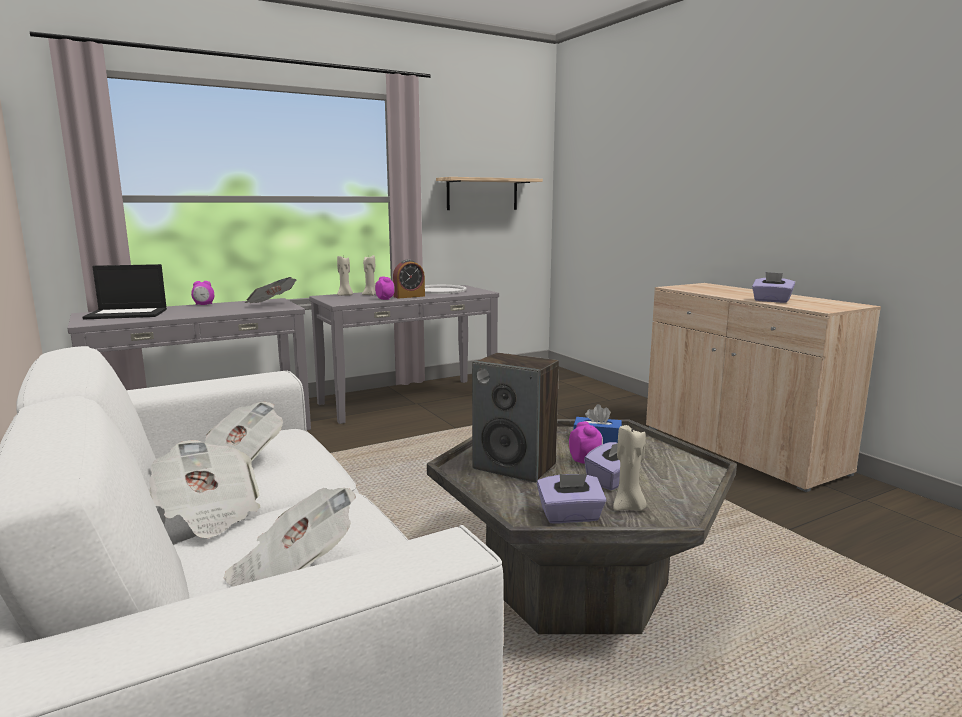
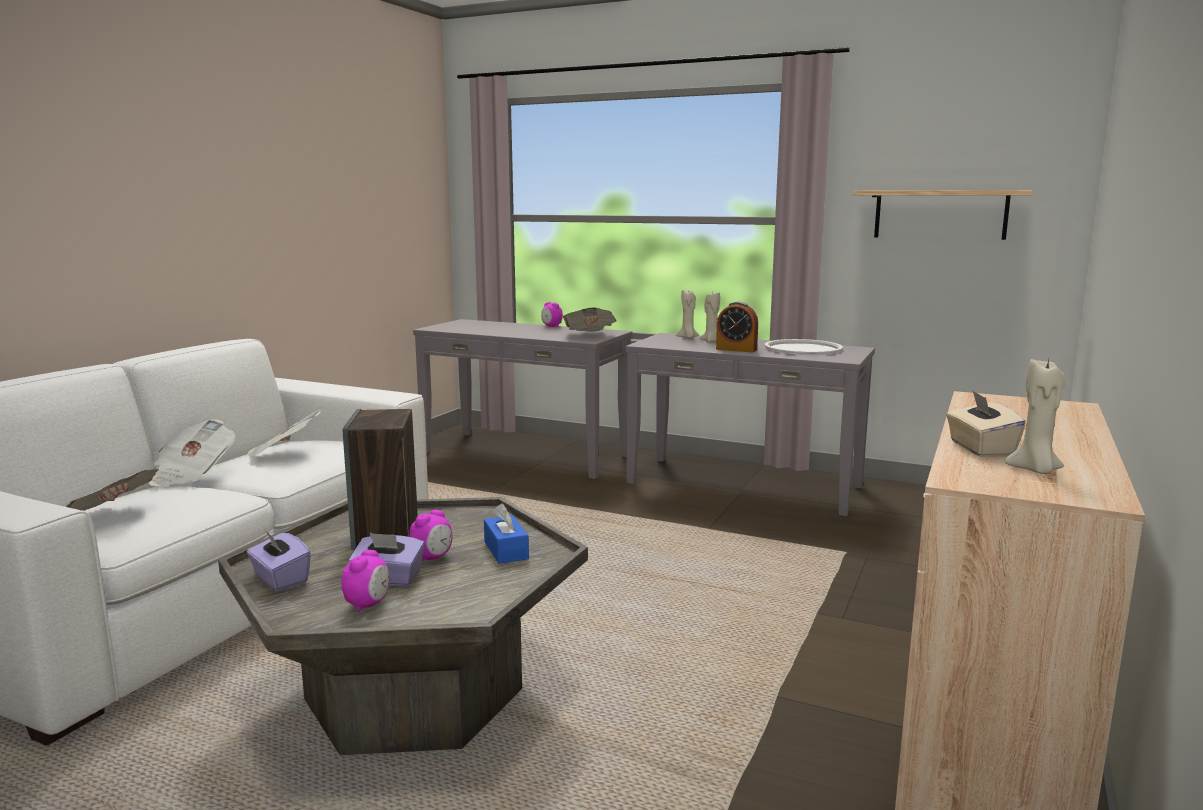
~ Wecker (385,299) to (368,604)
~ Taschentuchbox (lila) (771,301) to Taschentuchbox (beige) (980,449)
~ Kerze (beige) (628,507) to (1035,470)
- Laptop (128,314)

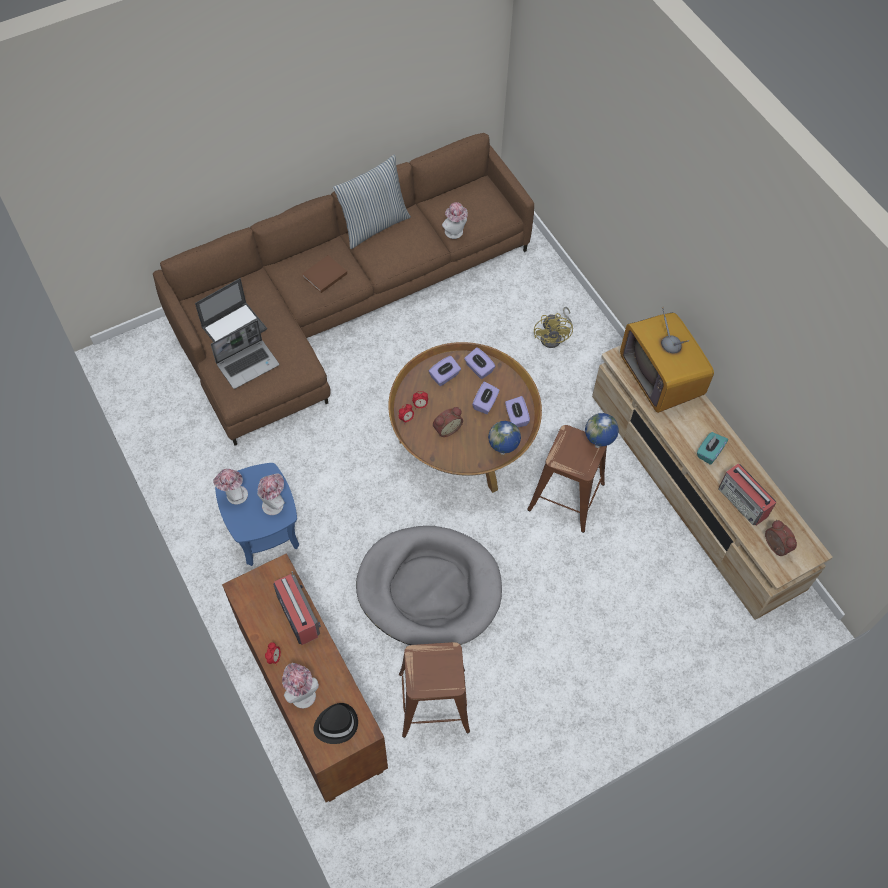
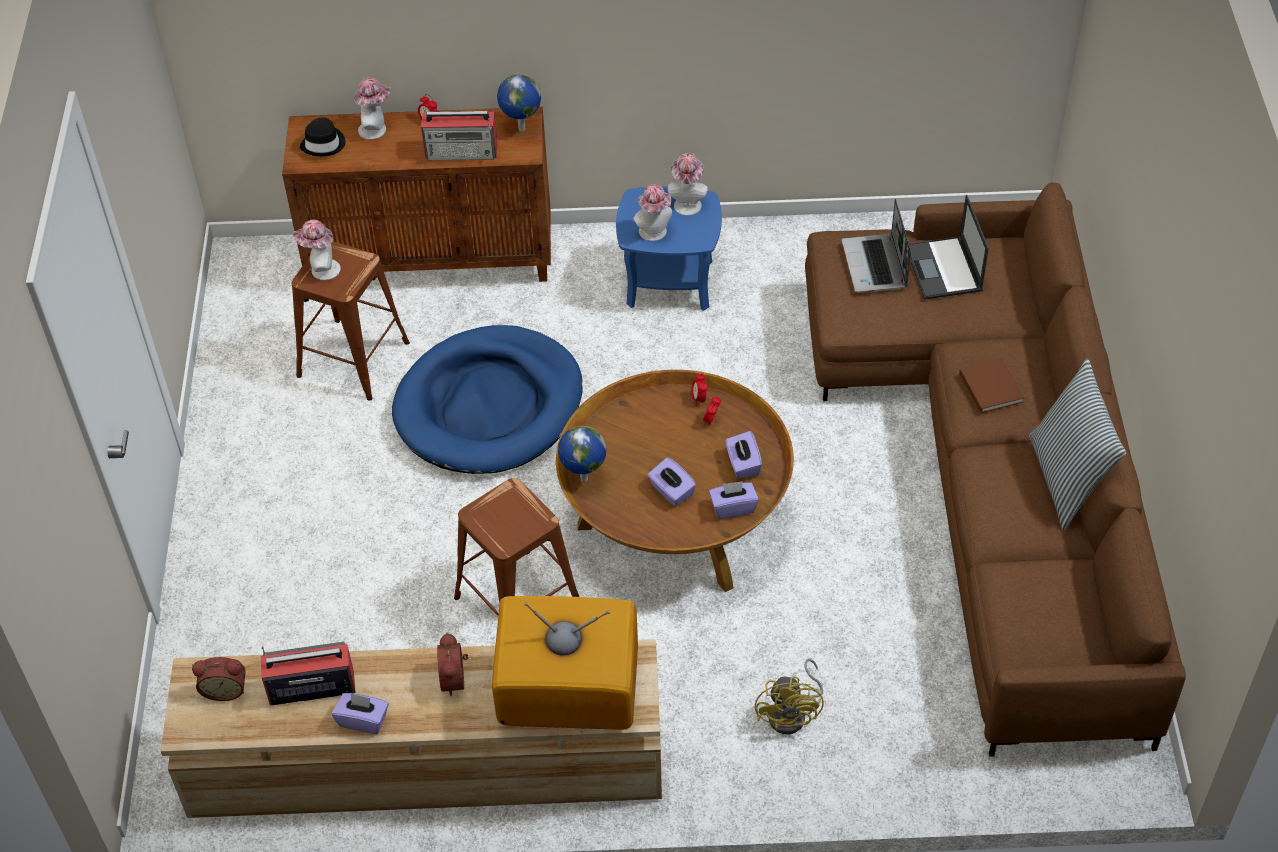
~ Hut (455,233) to (321,270)
~ Taschentuchbox (lila) (516,417) to (363,720)
~ Hundebett (grau) (429,589) to Hundebett (blau) (489,406)
~ Wecker (446,428) to (456,679)
~ Globus (598,446) to (521,129)
~ Ventilator (gelb) (554,337) = (793,714) 120 degrees counterclockwise
- Taschentuchbox (türkis) (709,452)

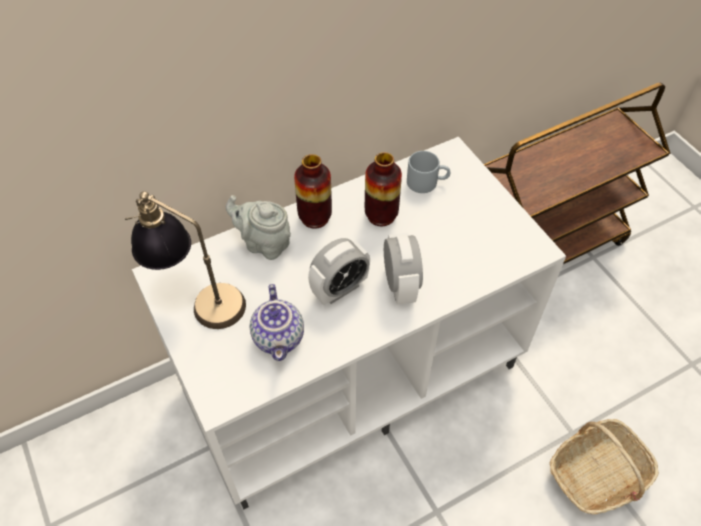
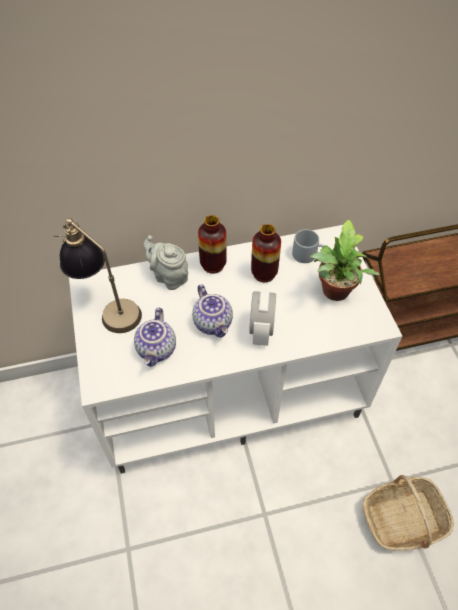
~ Wecker (339,289) to Teekanne (214,323)
+ Topfpflanze (335,293)

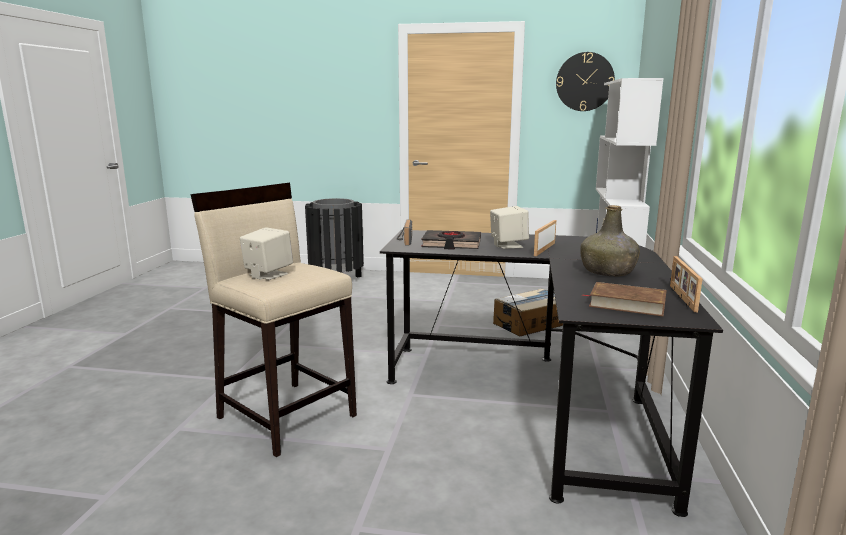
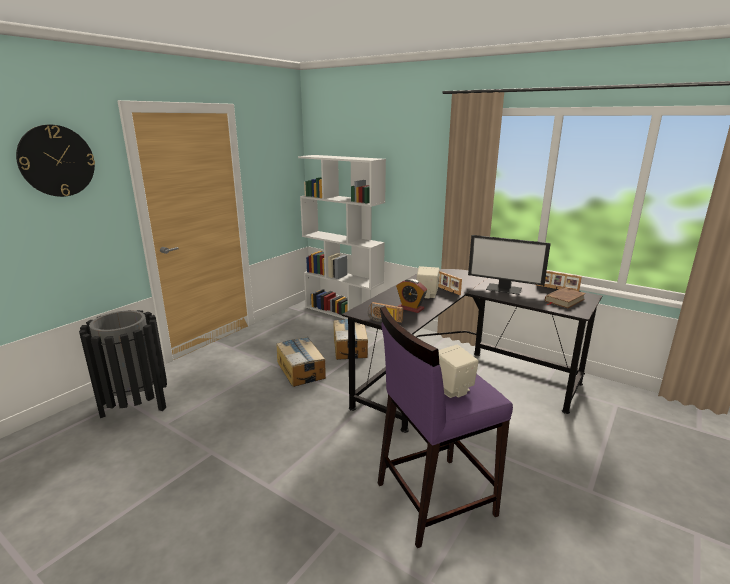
~ Wanduhr (584,82) to (57,161)
+ Karton (301,370)
~ Hocker (beige) (286,415) to Hocker (lila) (433,498)
~ Buch (schwarz) (451,244) to Wecker (410,308)
~ Flasche (grün) (608,272) to Monitor (504,288)

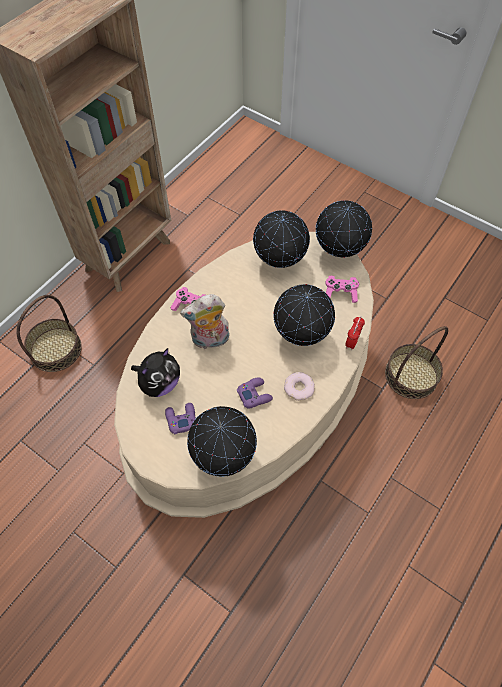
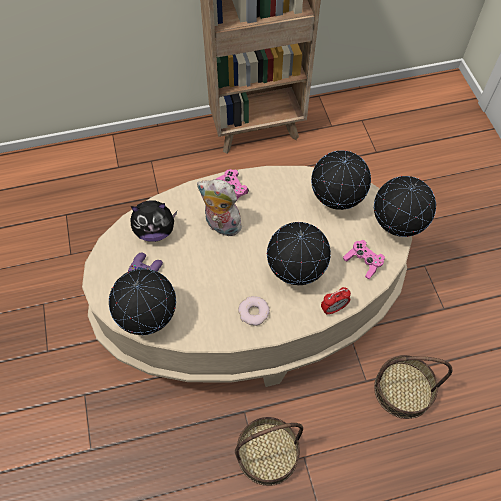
~ Korb (55,349) to (267,453)
- Gamepad (lila) (254,394)

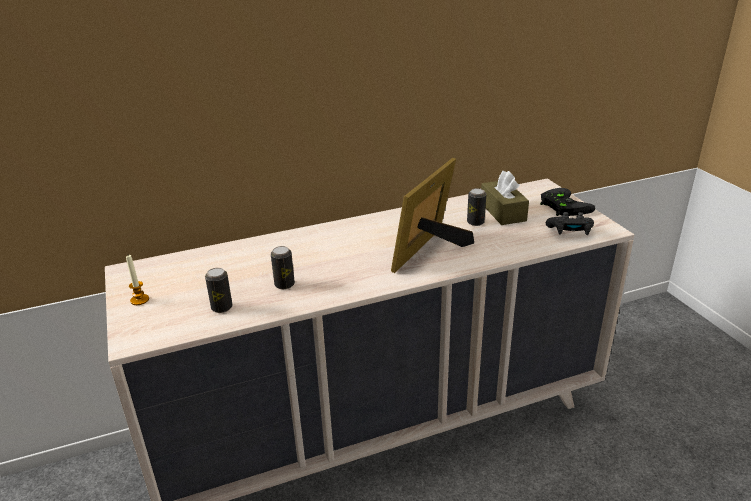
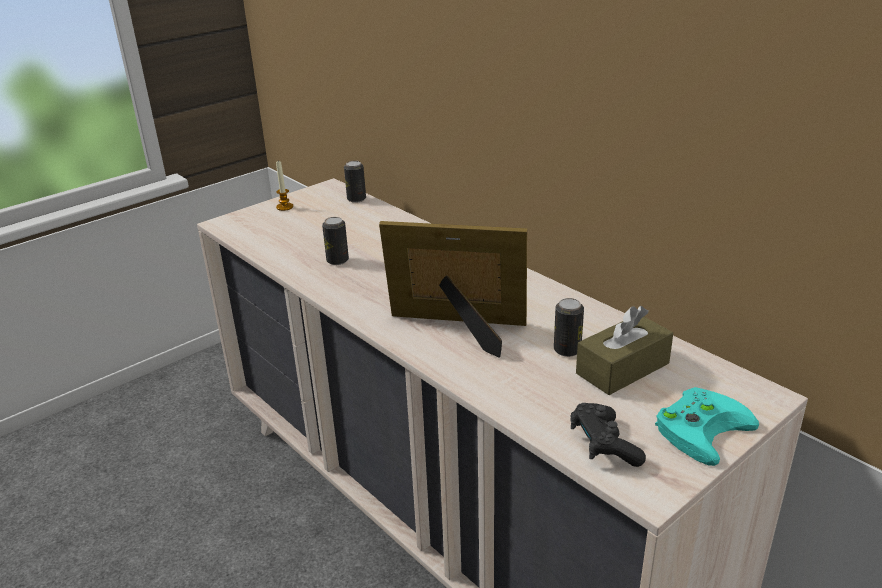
~ Dose (222,307) to (356,199)
~ Gamepad (schwarz) (562,205) to Gamepad (türkis) (701,426)

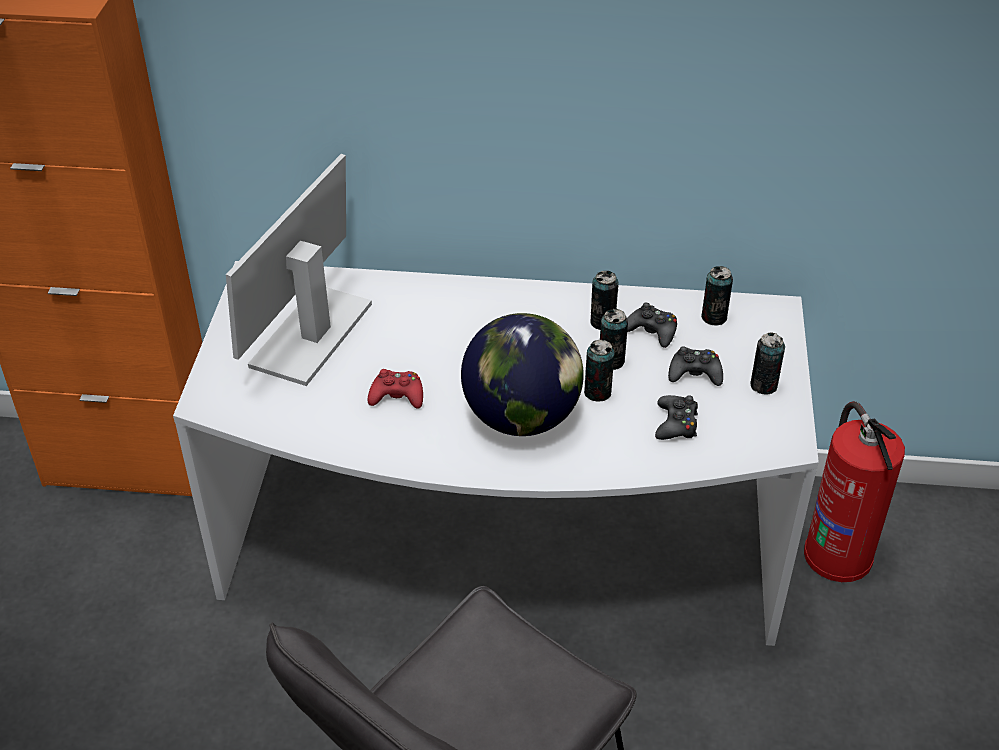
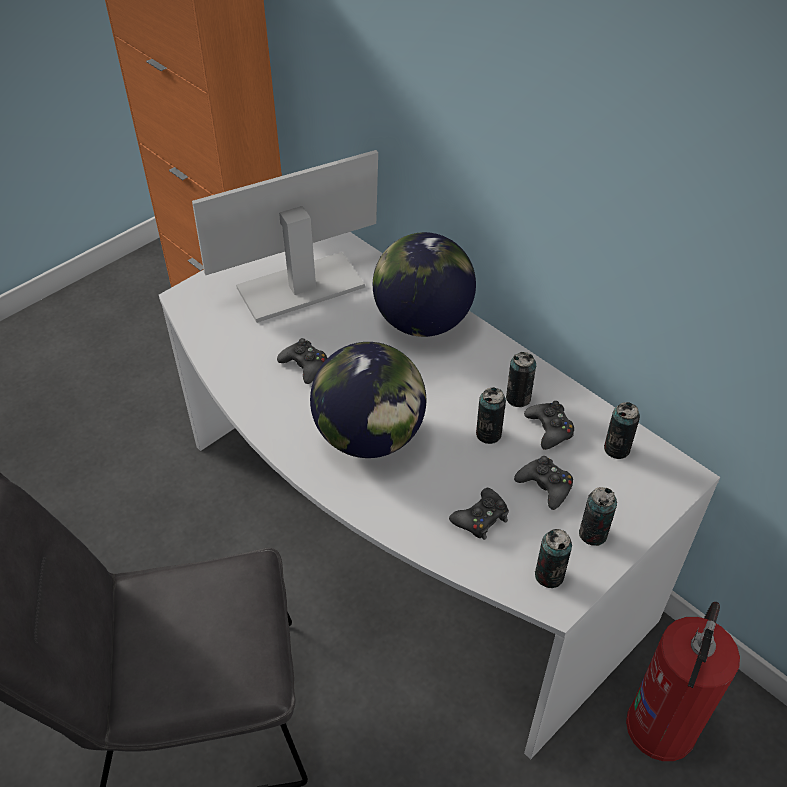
~ Gamepad (rot) (397,396) to Gamepad (schwarz) (305,366)
+ Globus (422,322)
~ Dose (597,392) to (549,575)

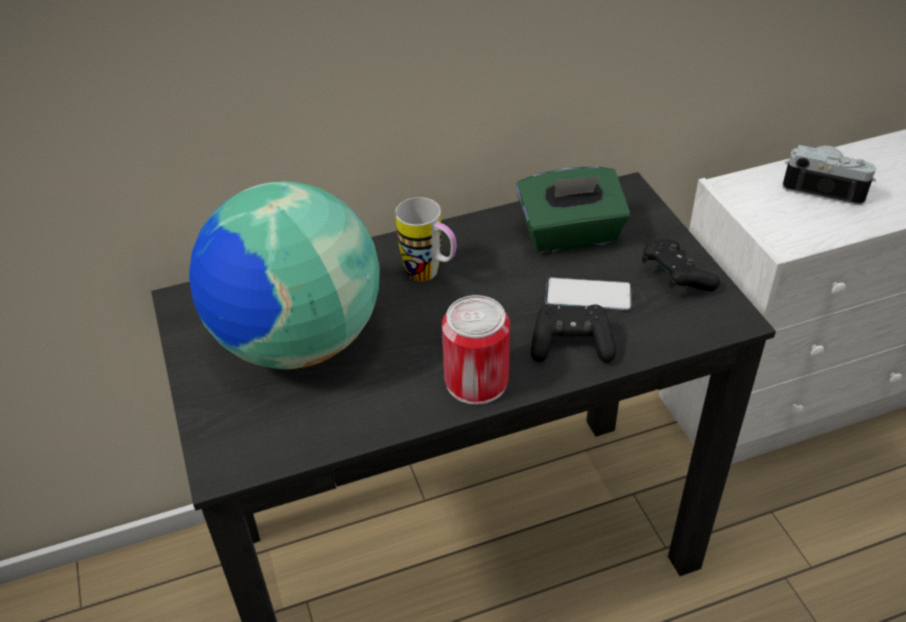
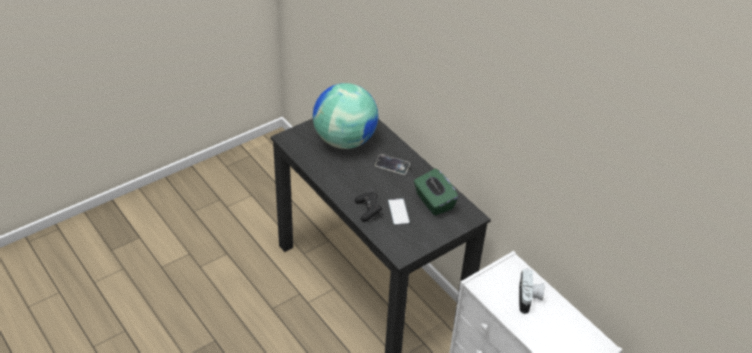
~ Henkelbecher (430,275) to Handy (392,166)
- Dose (476,381)
- Gamepad (schwarz) (675,277)

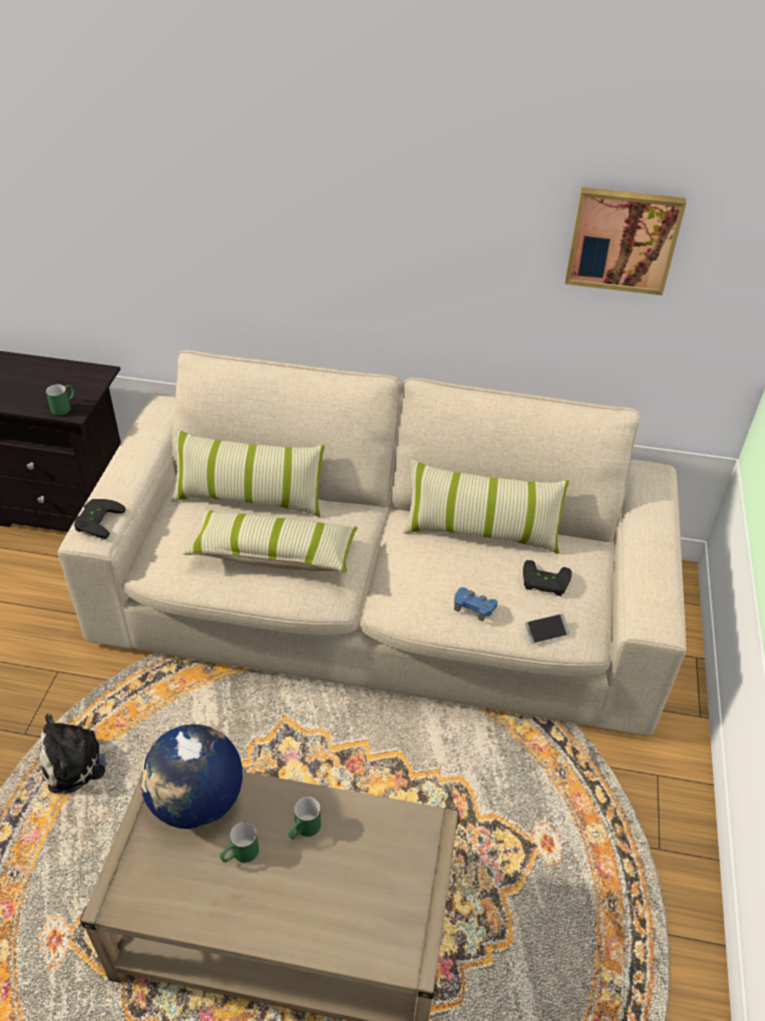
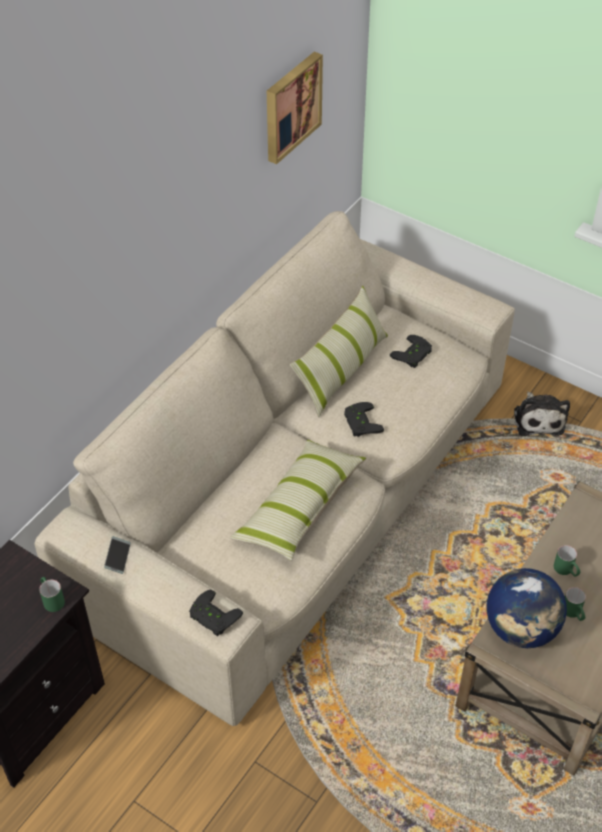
~ Handy (546,631) to (118,557)
+ Gamepad (schwarz) (360,422)
~ Plüschtier (78,761) to (538,419)
- Kissen (249,497)
- Gamepad (blau) (474,606)

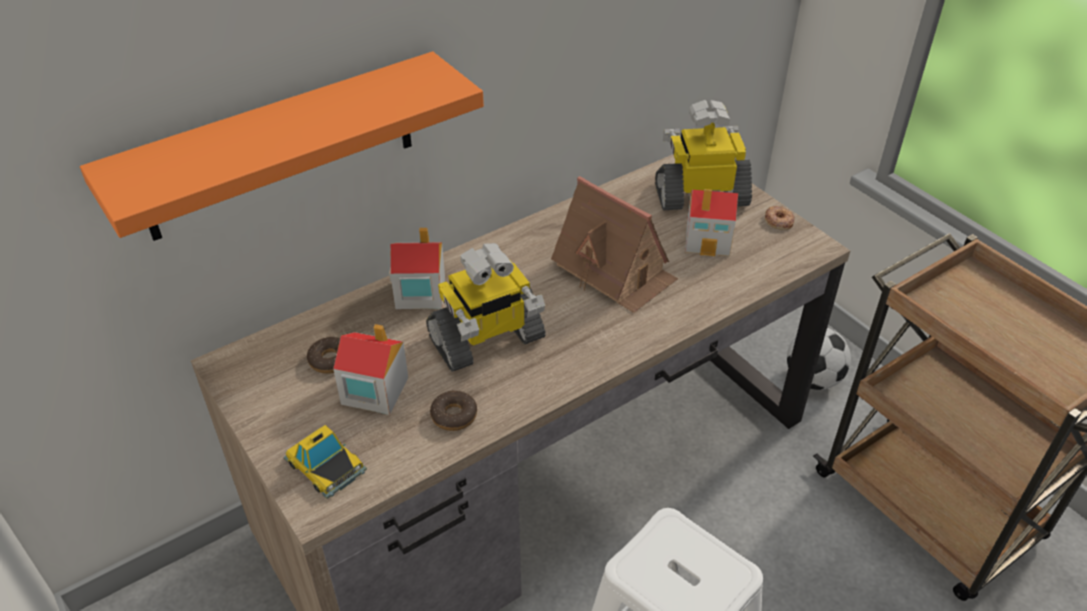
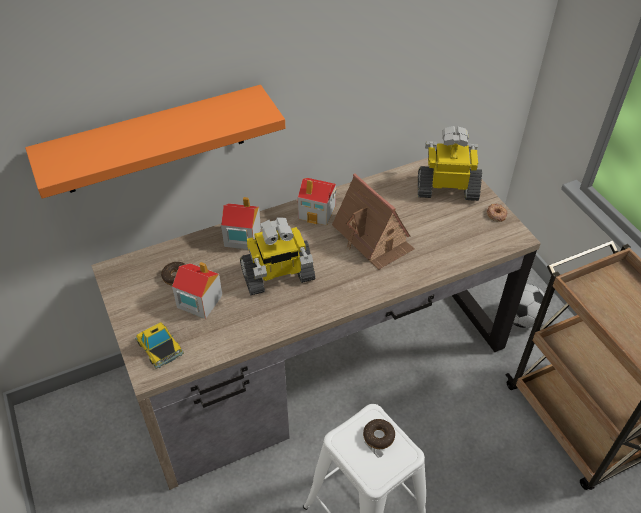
~ Spielzeughaus (708,240) to (317,212)
~ Donut (454,415) to (378,436)

